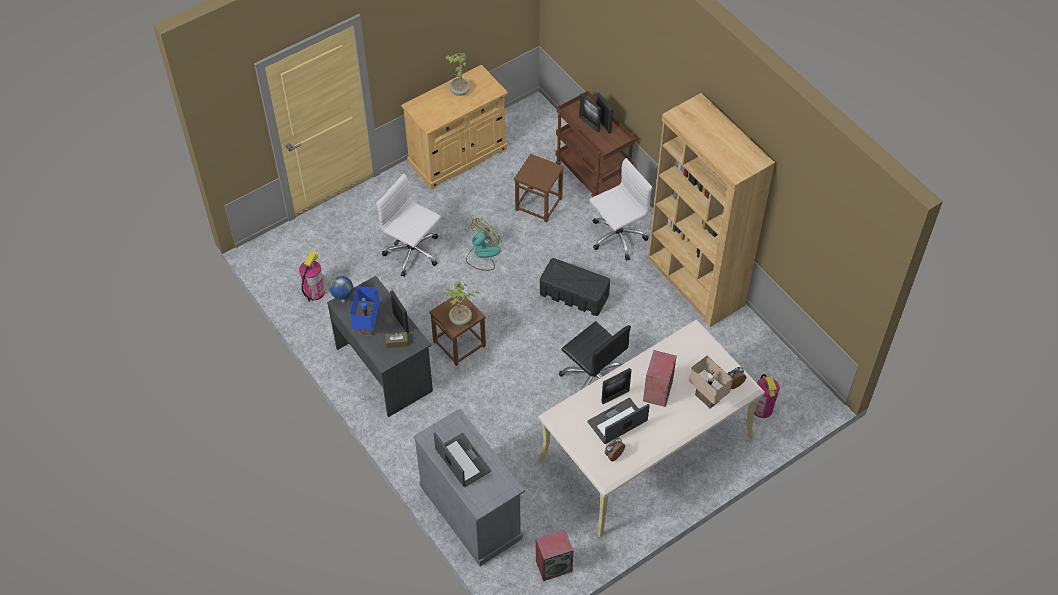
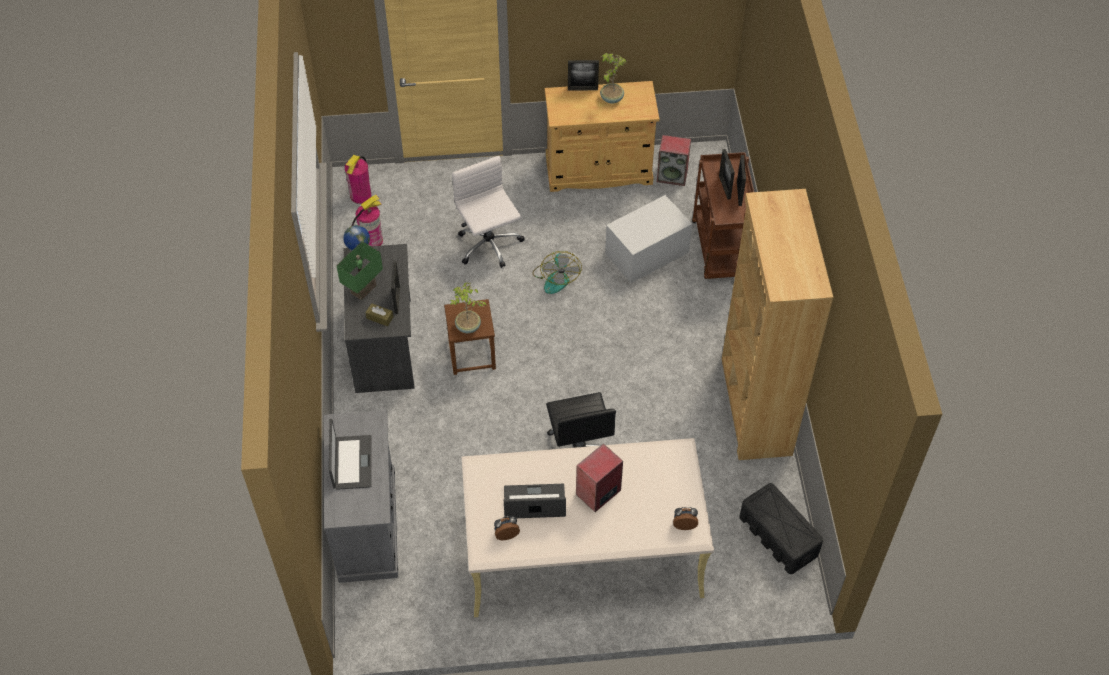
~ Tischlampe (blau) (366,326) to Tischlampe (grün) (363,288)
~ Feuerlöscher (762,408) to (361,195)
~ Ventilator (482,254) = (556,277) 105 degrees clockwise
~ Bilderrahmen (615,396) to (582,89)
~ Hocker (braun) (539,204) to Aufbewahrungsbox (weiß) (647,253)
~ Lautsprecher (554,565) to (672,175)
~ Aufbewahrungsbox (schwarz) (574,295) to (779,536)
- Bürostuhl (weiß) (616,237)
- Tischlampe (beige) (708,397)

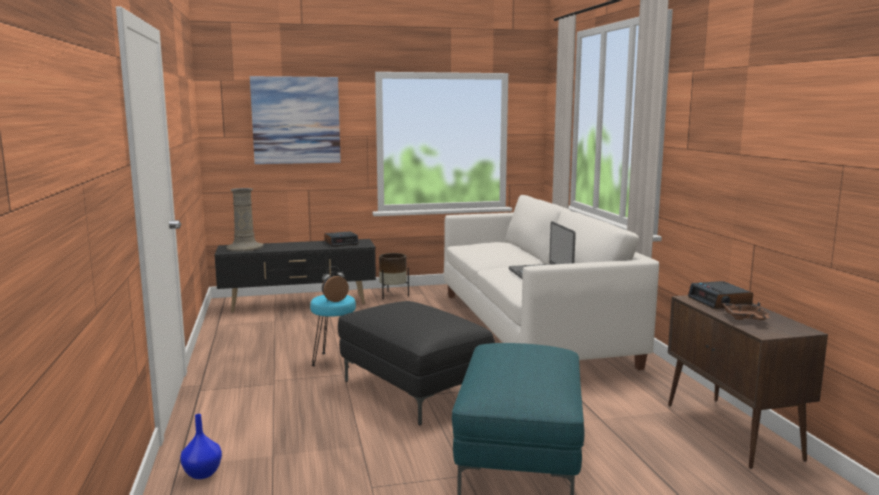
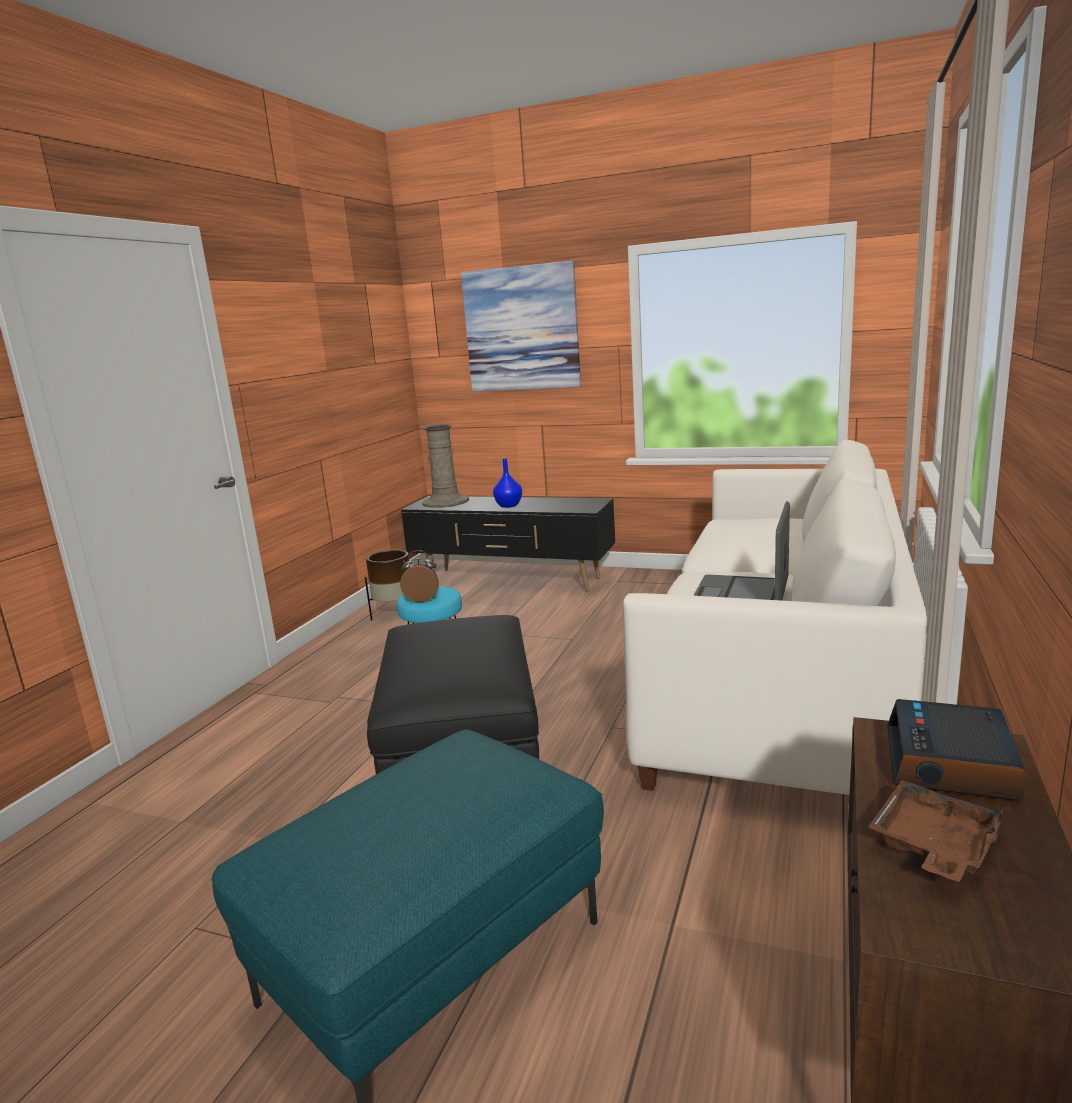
~ Pflanzkübel (braun) (393,295) to (395,615)
~ Vase (blau) (201,474) to (508,506)
- Wecker (341,243)

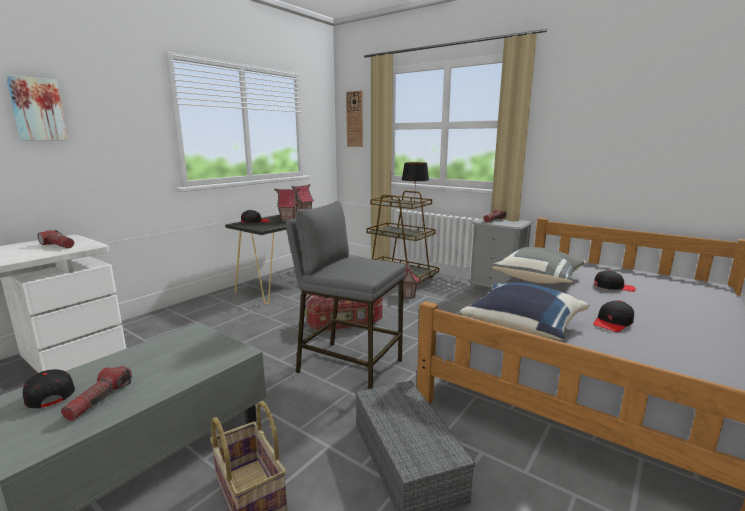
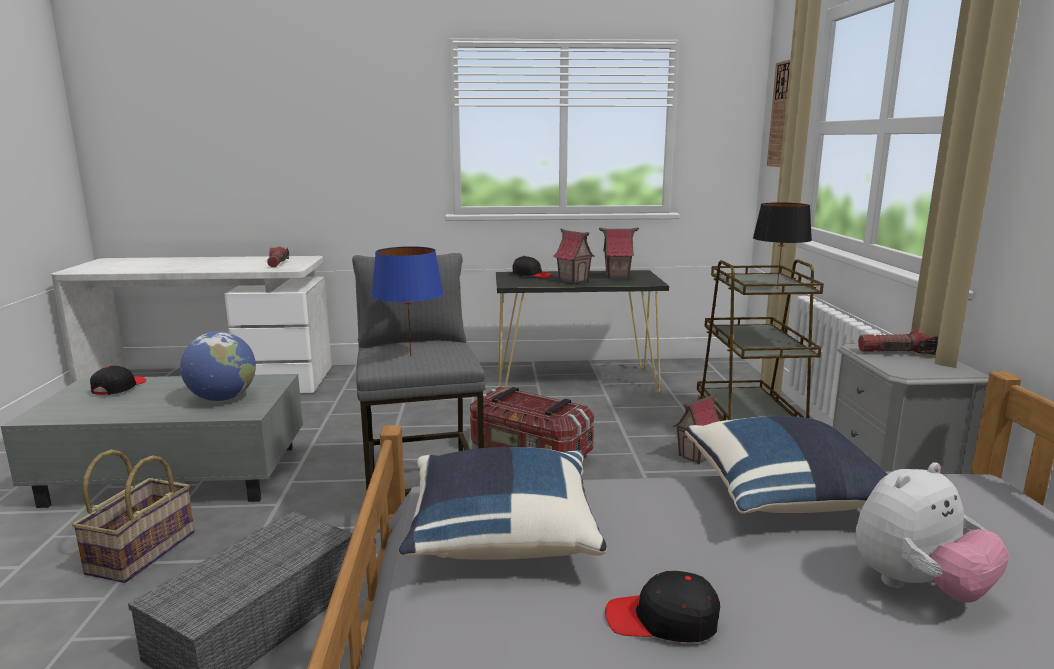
+ Globus (222,398)
+ Tischlampe (blau) (411,356)
~ Kissen (grau) (539,279) to Kissen (blau) (787,497)
~ Kappe (schwarz) (613,287) to Plüschtier (917,587)
- Bild (37,109)
- Taschenlampe (99,400)

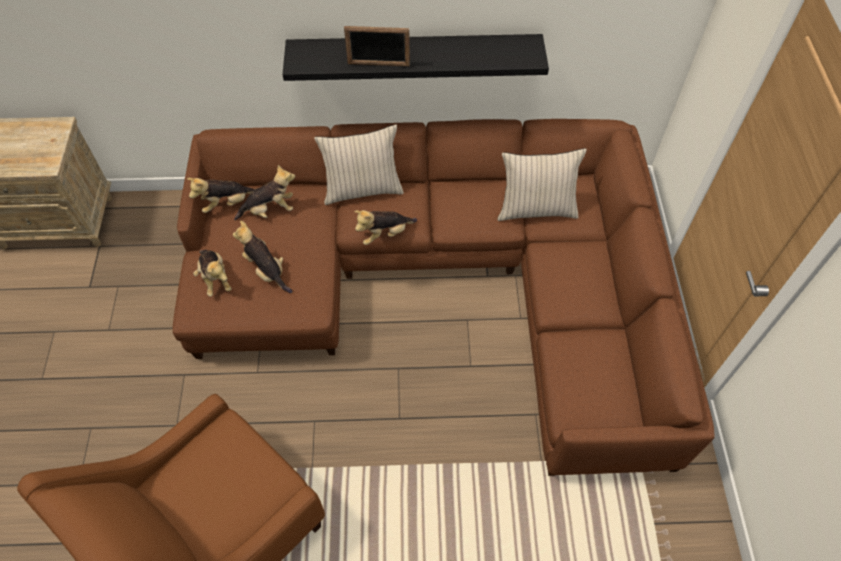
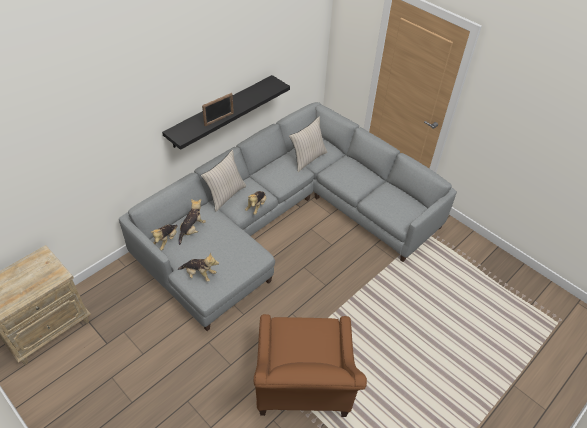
~ Sofa (braun) (443,281) to Sofa (grau) (284,221)
- Plüschtier (266,270)

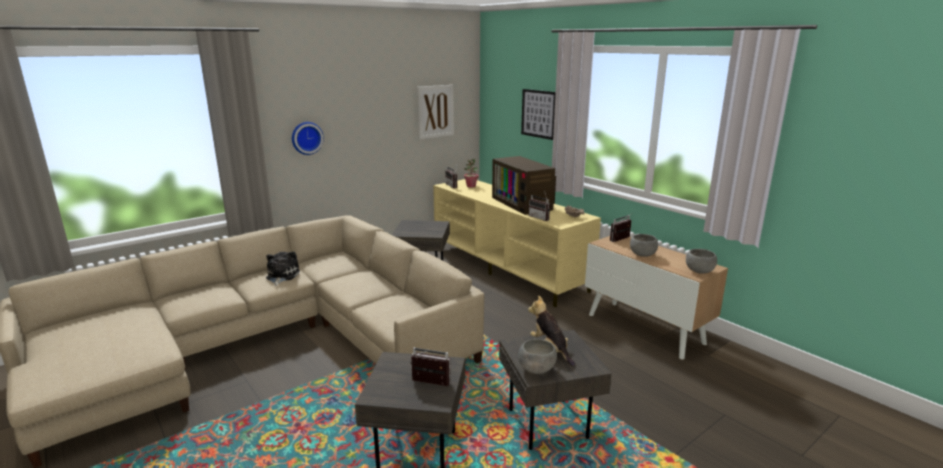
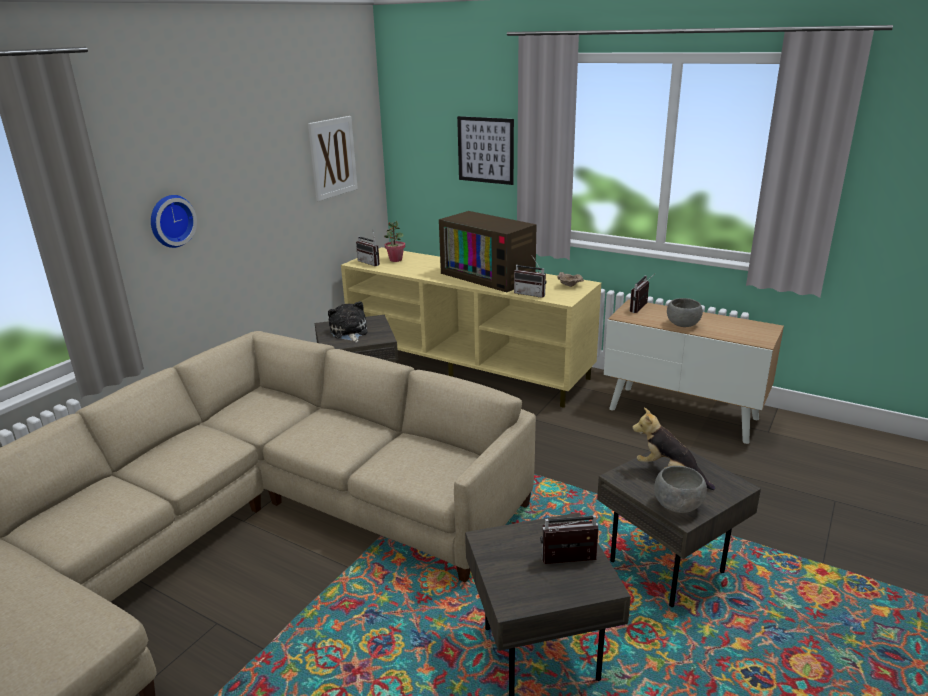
~ Plüschtier (281,276) to (349,332)
- Schüssel (grau) (699,271)

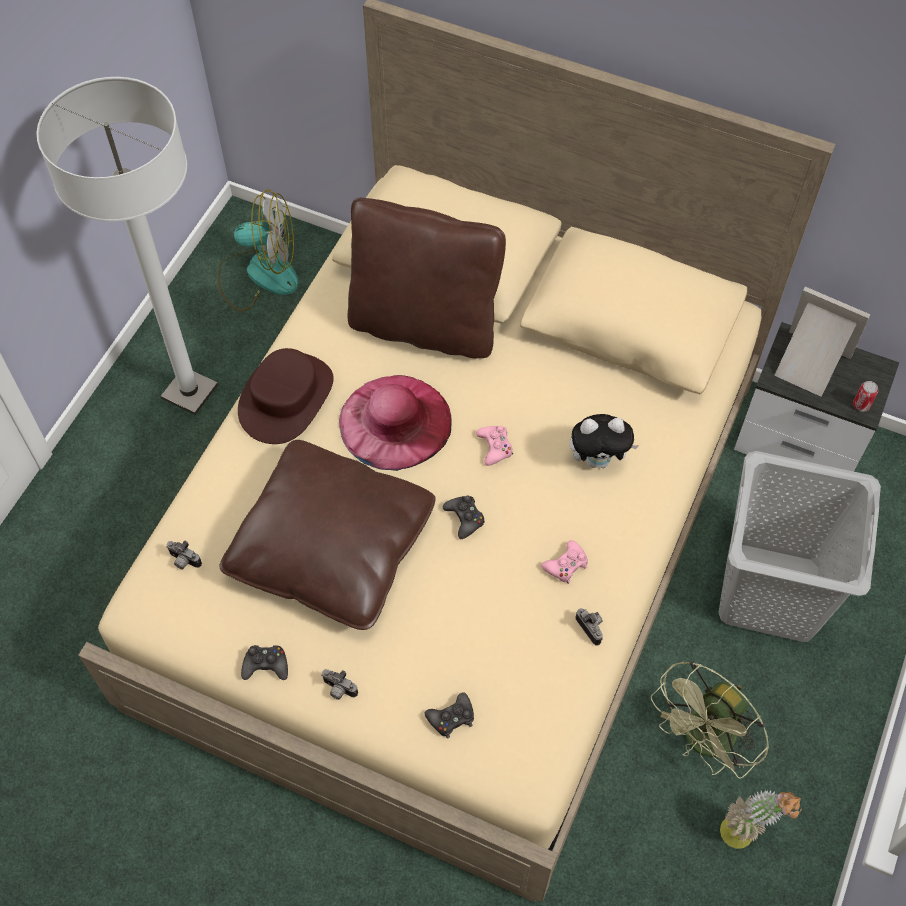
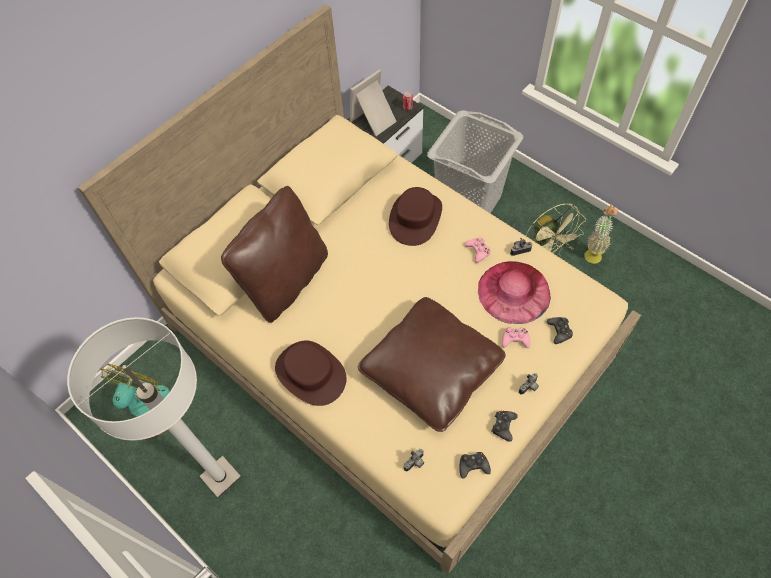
~ Plüschtier (598,459) to Hut (braun) (415,218)
~ Gamepad (schwarz) (465,518) to (473,466)
~ Hut (rosa) (395,422) to (514,292)
~ Gamepad (rosa) (495,447) to (515,339)

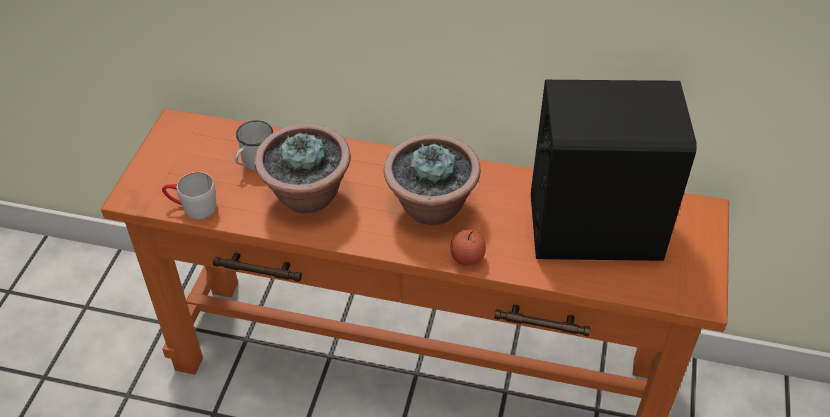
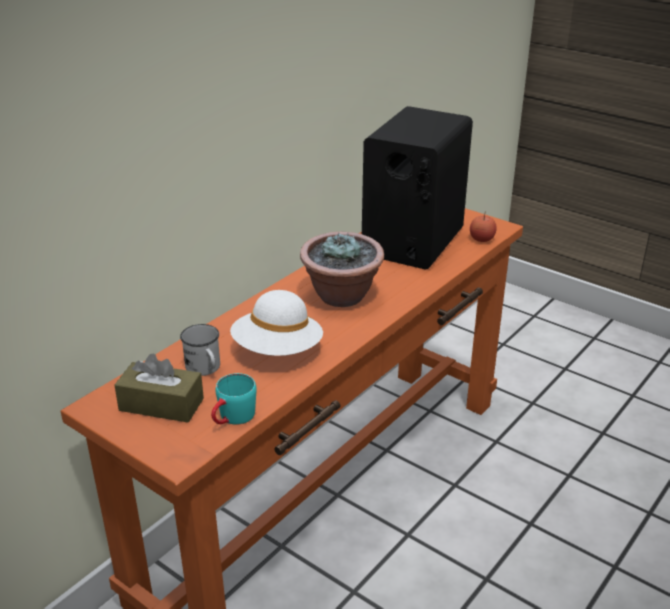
+ Taschentuchbox (braun) (161,404)
~ Henkelbecher (grau) (192,207) to Henkelbecher (türkis) (232,419)
~ Topfpflanze (307,197) to Hut (weiß) (277,350)
~ Apfel (467,258) to (482,239)

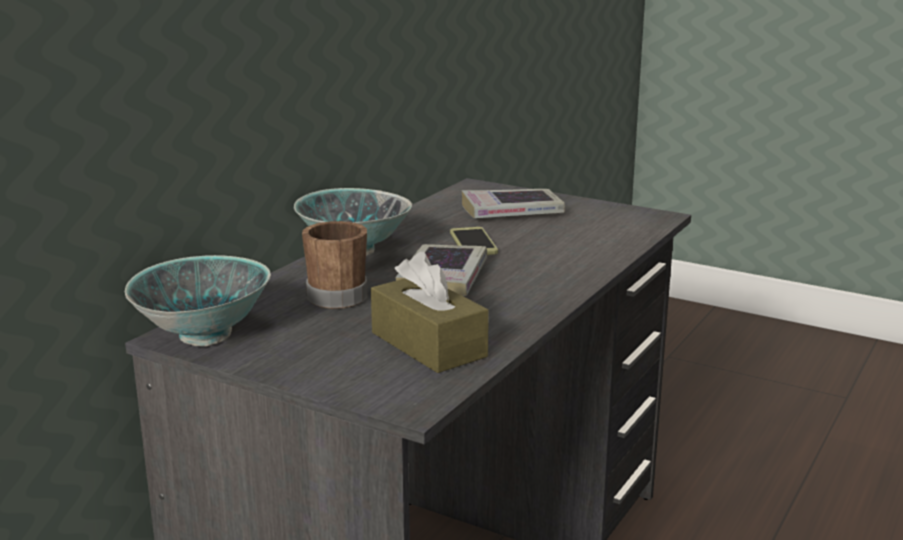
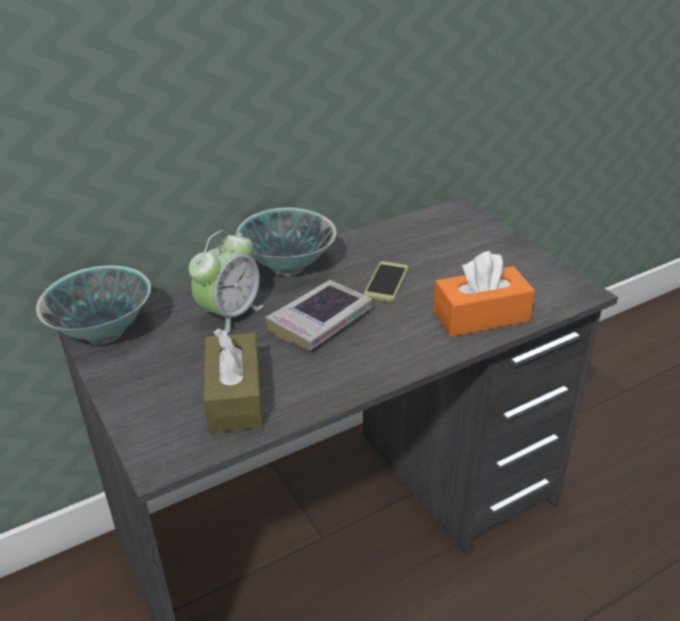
~ Henkelbecher (braun) (339,294) to Wecker (230,315)
+ Taschentuchbox (orange) (481,316)
- Buch (512,212)

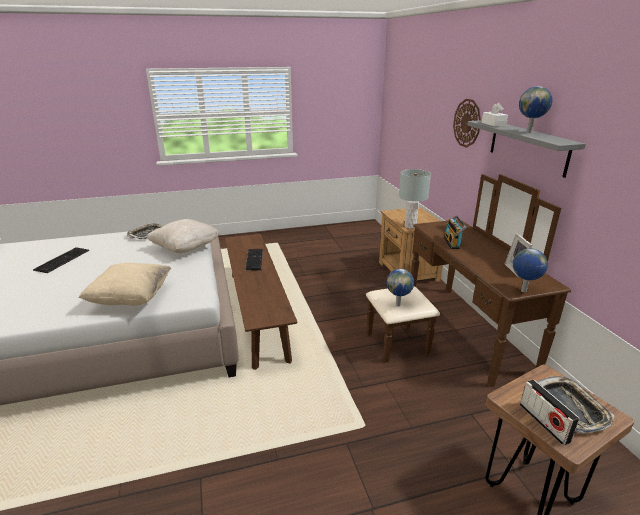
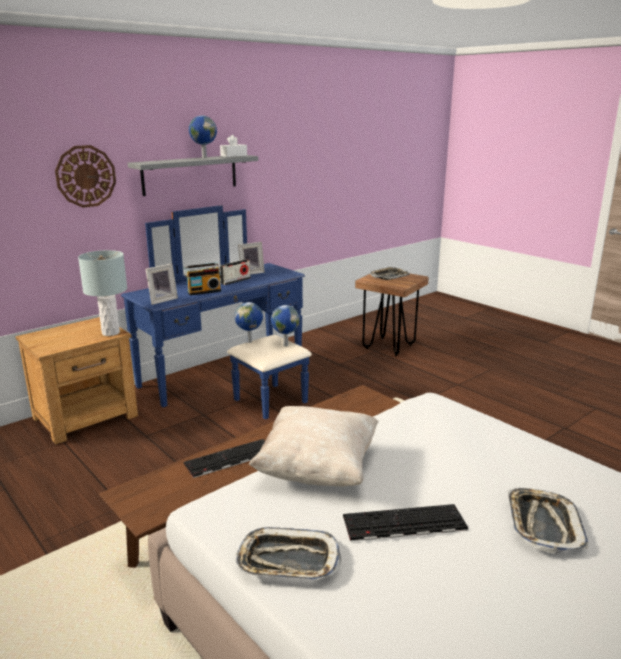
~ Kommode (braun) (451,334) to Kommode (blau) (233,378)
+ Bilderrahmen (162,300)
~ Taschentuchbox (weiß) (493,124) to (233,156)
~ Radio (544,422) to (235,281)
~ Globus (523,291) to (250,342)
~ Tastatur (62,259) to (403,524)
+ Tablett (543,524)
- Kissen (beige) (131,299)

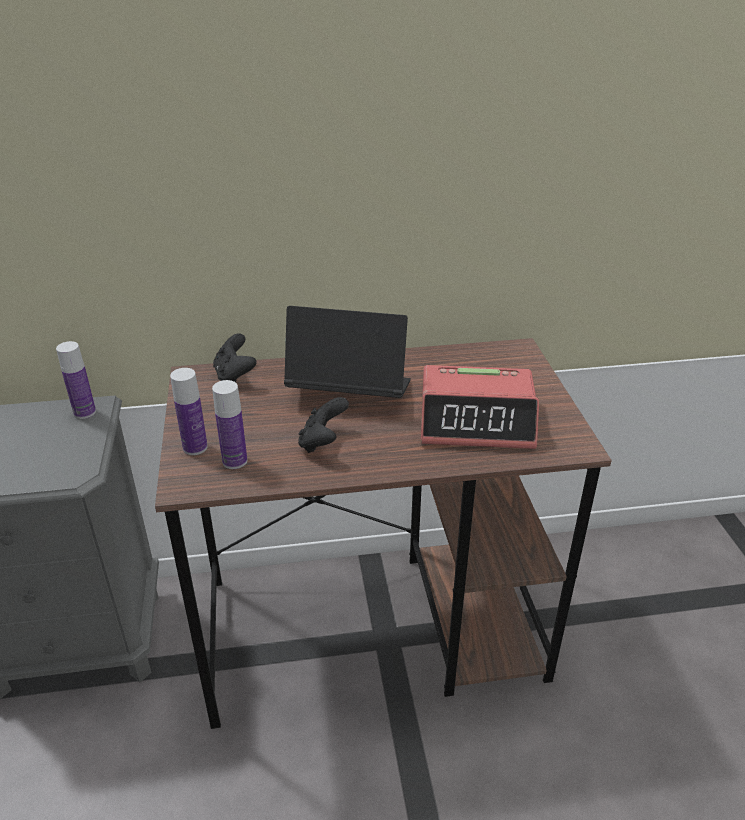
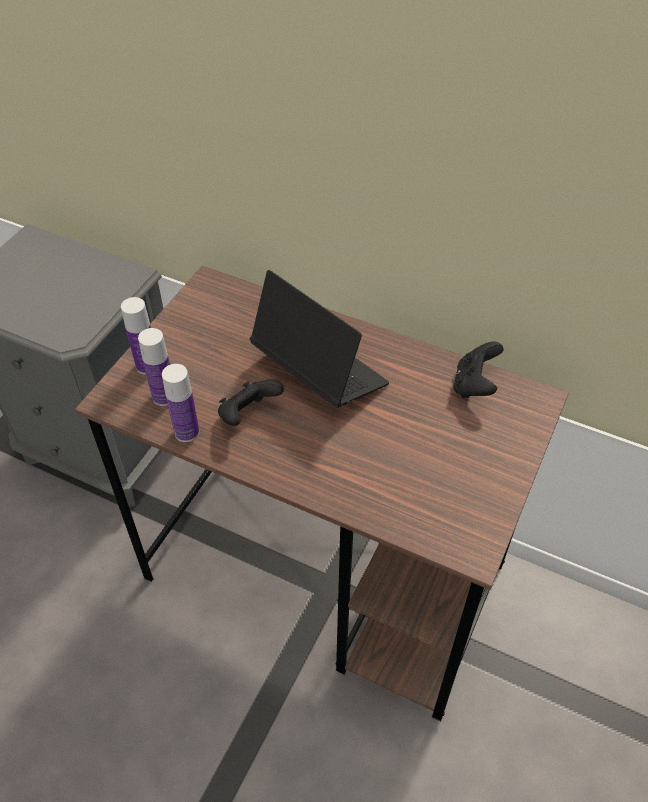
~ Flasche (85,412) to (187,432)
~ Gamepad (schwarz) (235,376) to (474,385)
- Wecker (477,421)

